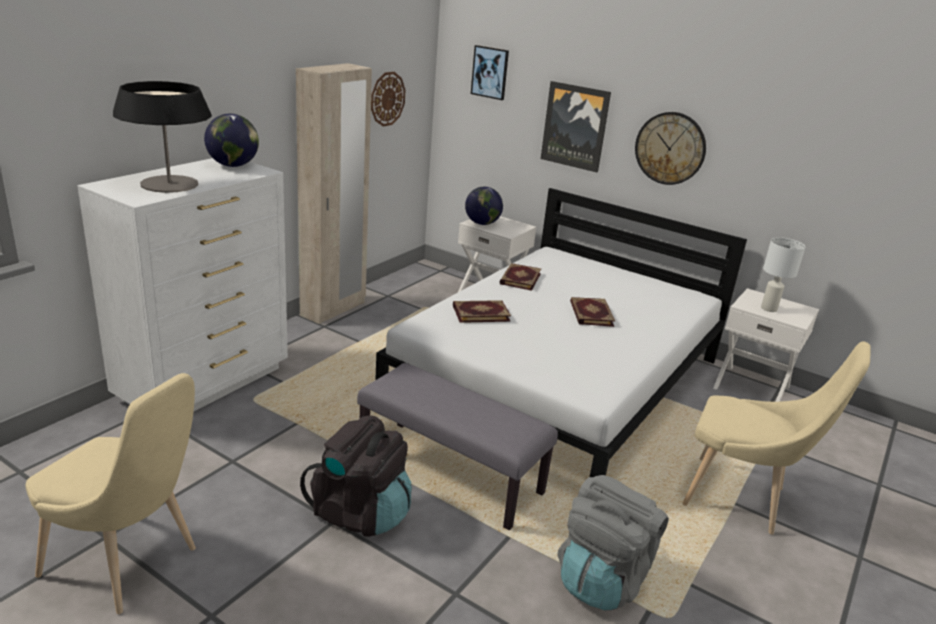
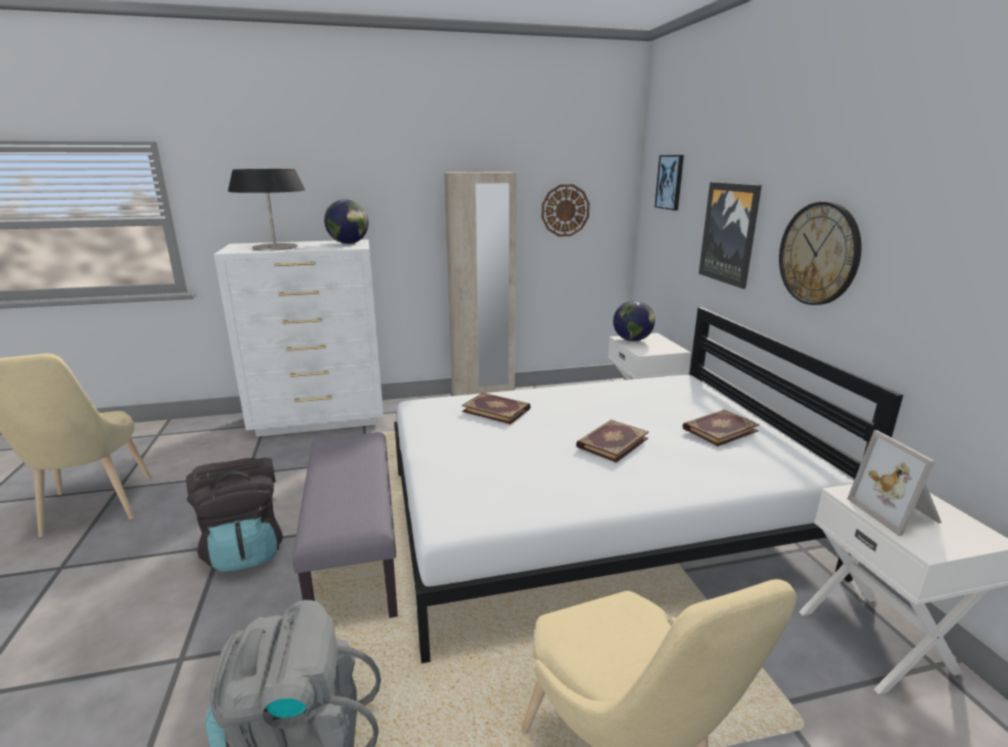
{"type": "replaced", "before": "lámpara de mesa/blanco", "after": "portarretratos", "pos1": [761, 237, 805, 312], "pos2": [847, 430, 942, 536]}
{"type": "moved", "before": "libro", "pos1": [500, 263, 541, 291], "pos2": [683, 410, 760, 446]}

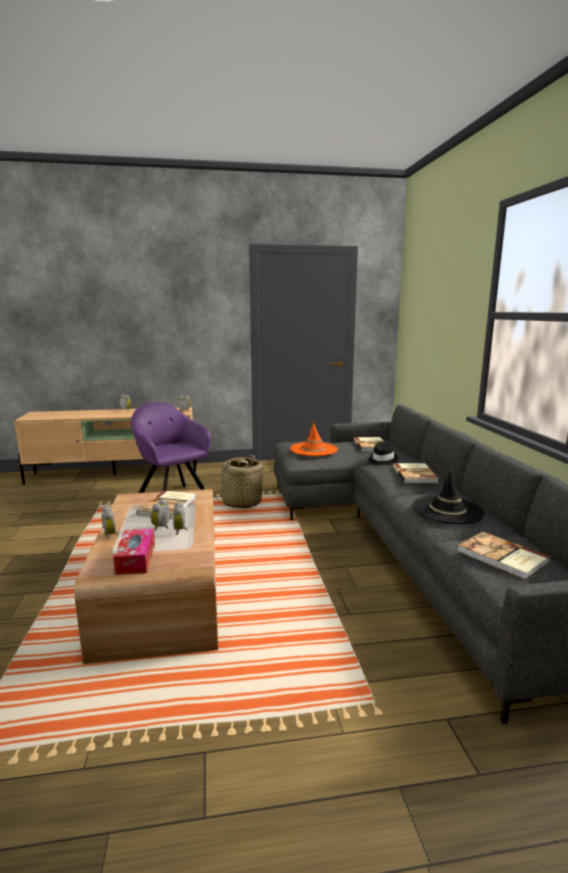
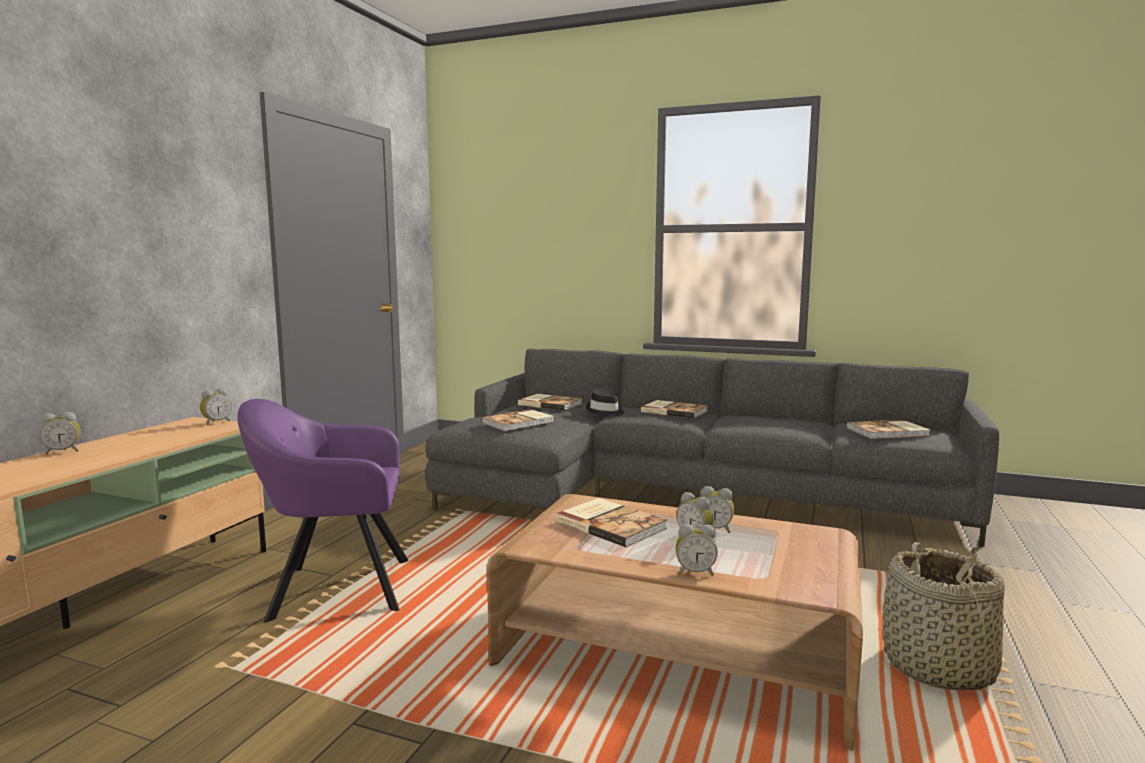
{"type": "replaced", "before": "sombrero/naranja", "after": "libro", "pos1": [290, 422, 338, 456], "pos2": [481, 409, 554, 431]}
{"type": "moved", "before": "cesta", "pos1": [214, 455, 264, 508], "pos2": [883, 542, 1005, 691]}
{"type": "removed", "before": "sombrero/negro", "pos1": [413, 471, 485, 524]}
{"type": "removed", "before": "caja de pañuelos", "pos1": [113, 529, 155, 575]}

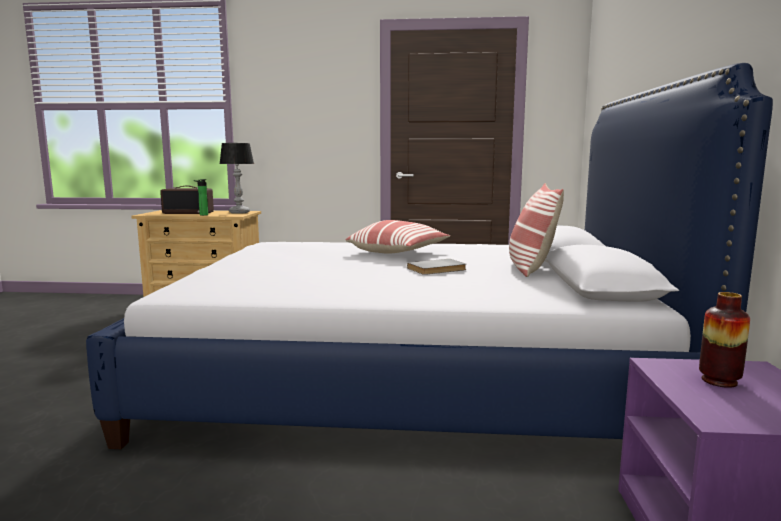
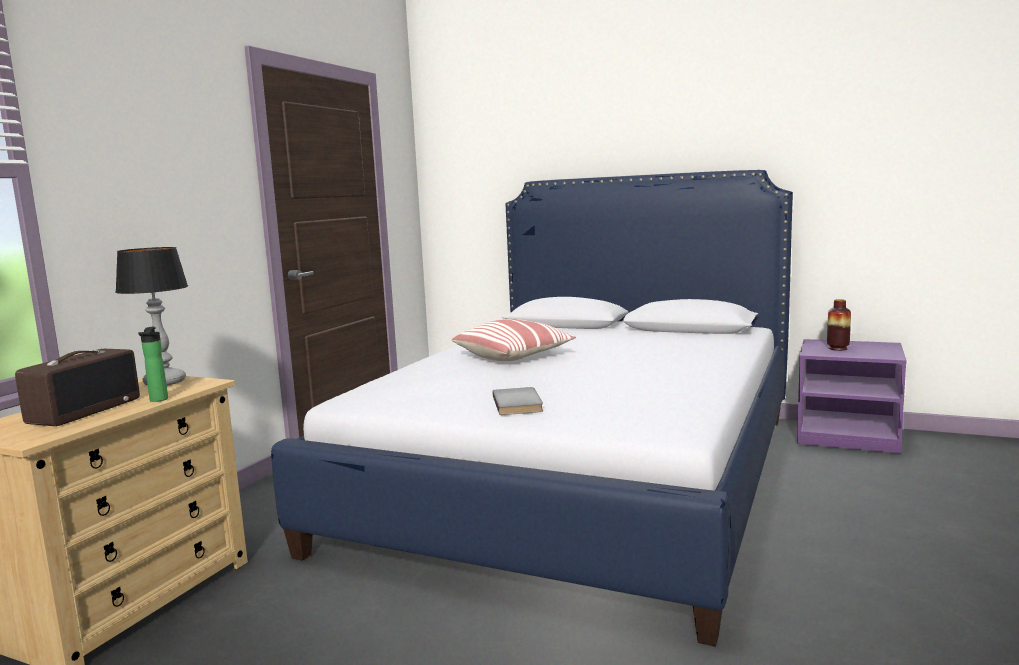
{"type": "removed", "before": "cojín", "pos1": [509, 183, 564, 277]}
{"type": "moved", "before": "libro/gris", "pos1": [407, 259, 466, 275], "pos2": [493, 387, 543, 415]}

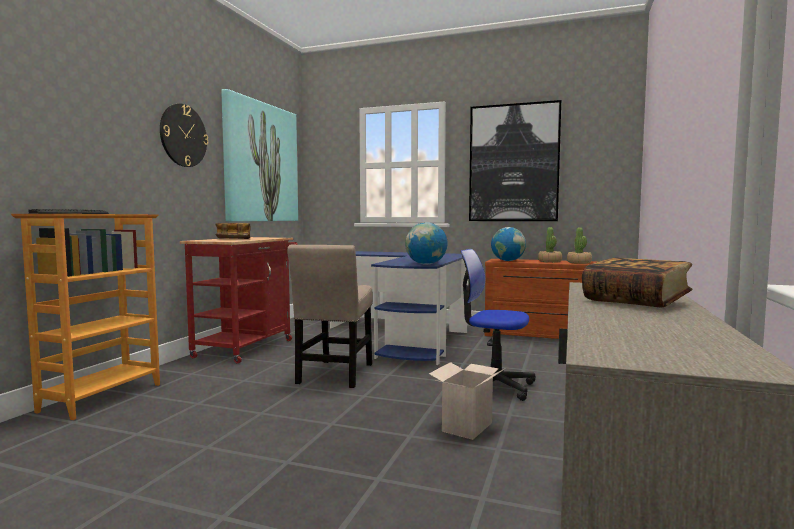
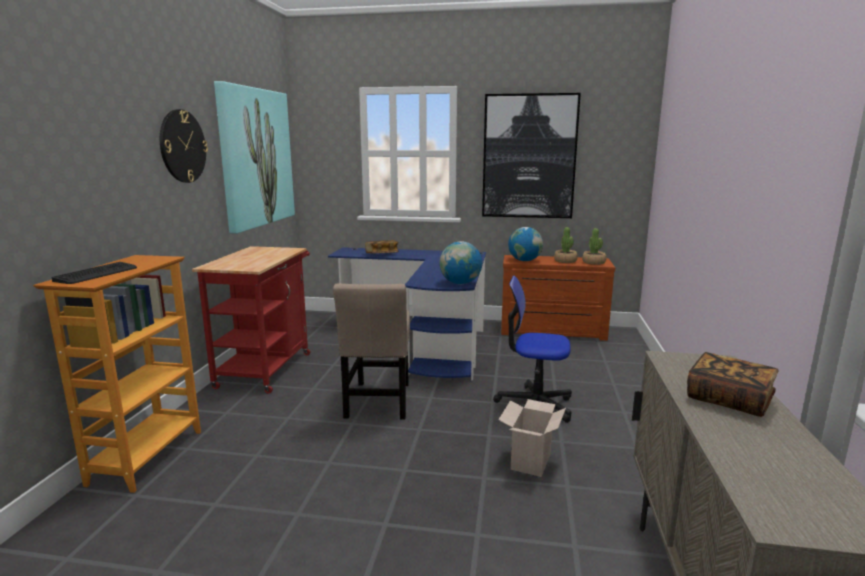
{"type": "moved", "before": "libro", "pos1": [215, 223, 251, 239], "pos2": [365, 240, 399, 253]}

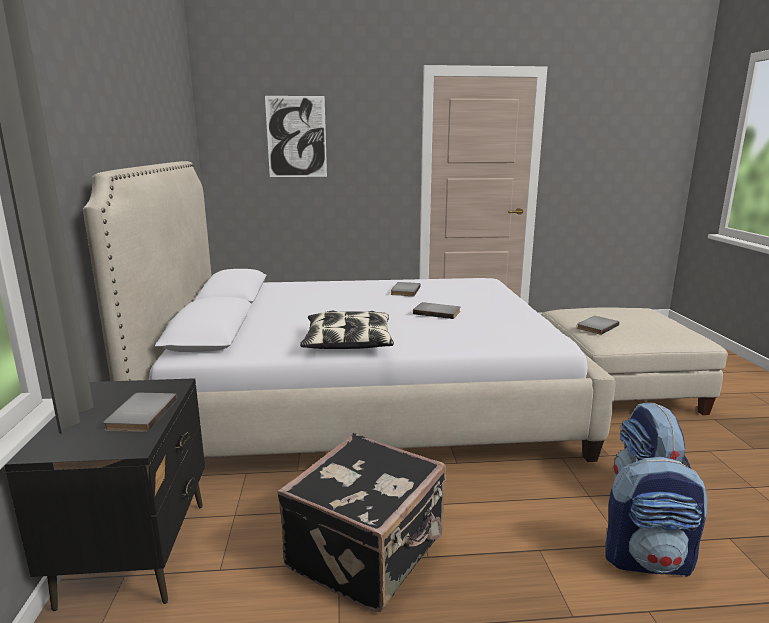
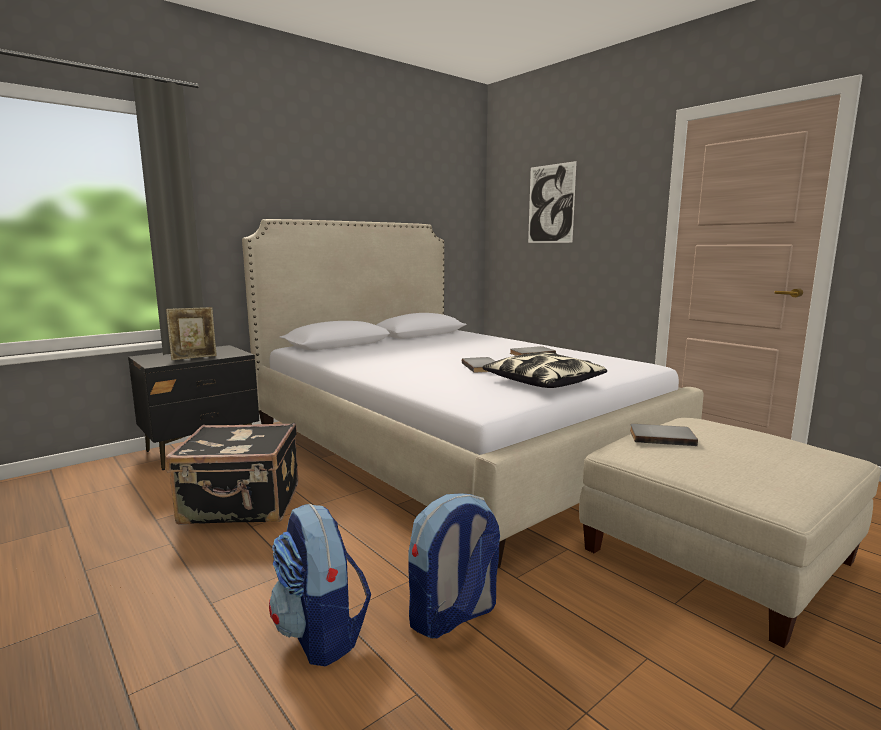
{"type": "moved", "before": "cojín", "pos1": [300, 311, 394, 349], "pos2": [483, 352, 607, 388]}
{"type": "replaced", "before": "libro/gris", "after": "portarretratos", "pos1": [103, 393, 177, 432], "pos2": [166, 307, 217, 360]}

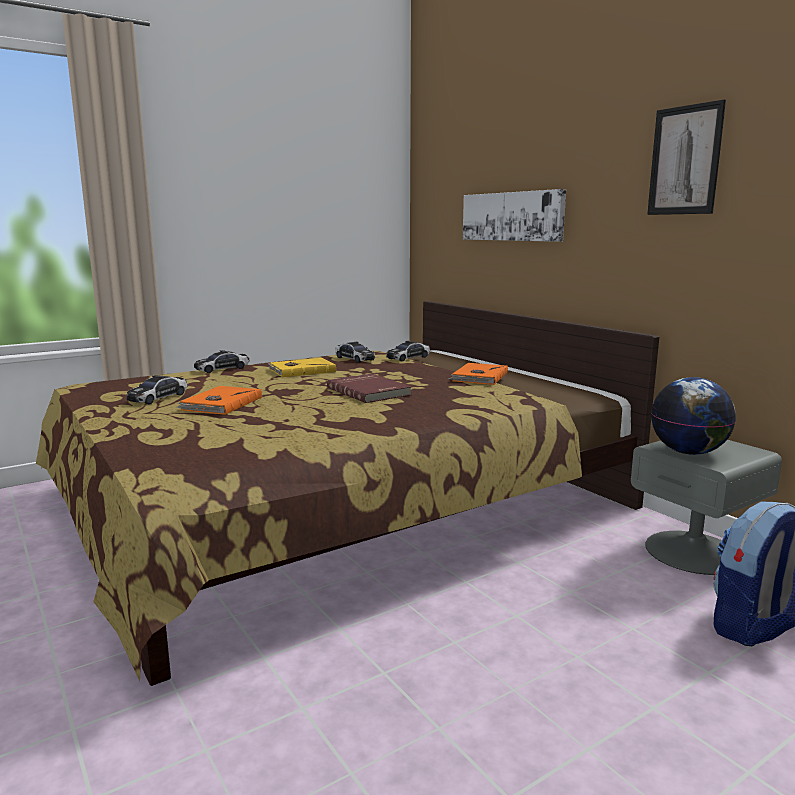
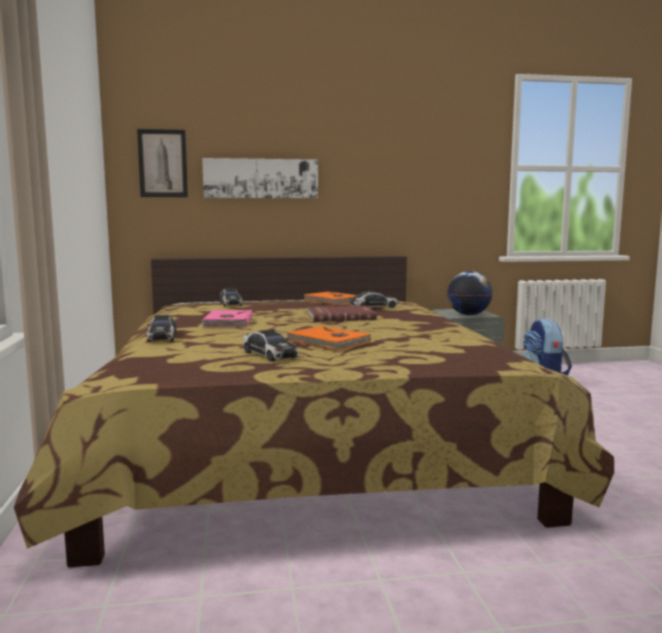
{"type": "moved", "before": "cuadro", "pos1": [647, 99, 726, 215], "pos2": [137, 129, 188, 197]}
{"type": "moved", "before": "coche de juguete", "pos1": [335, 342, 375, 363], "pos2": [350, 291, 398, 308]}
{"type": "recoloured", "before": "libro/amarillo", "after": "libro/rosa", "pos1": [268, 358, 336, 377], "pos2": [199, 310, 253, 327]}

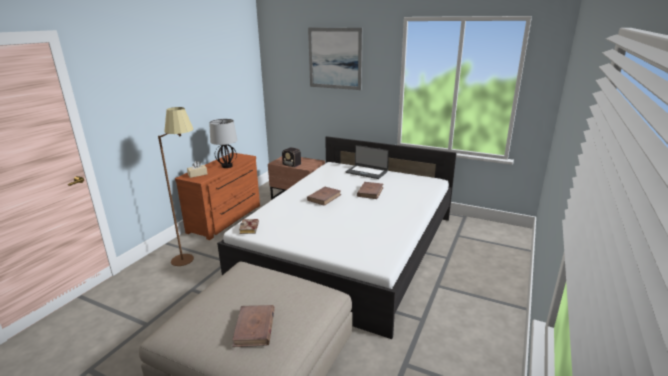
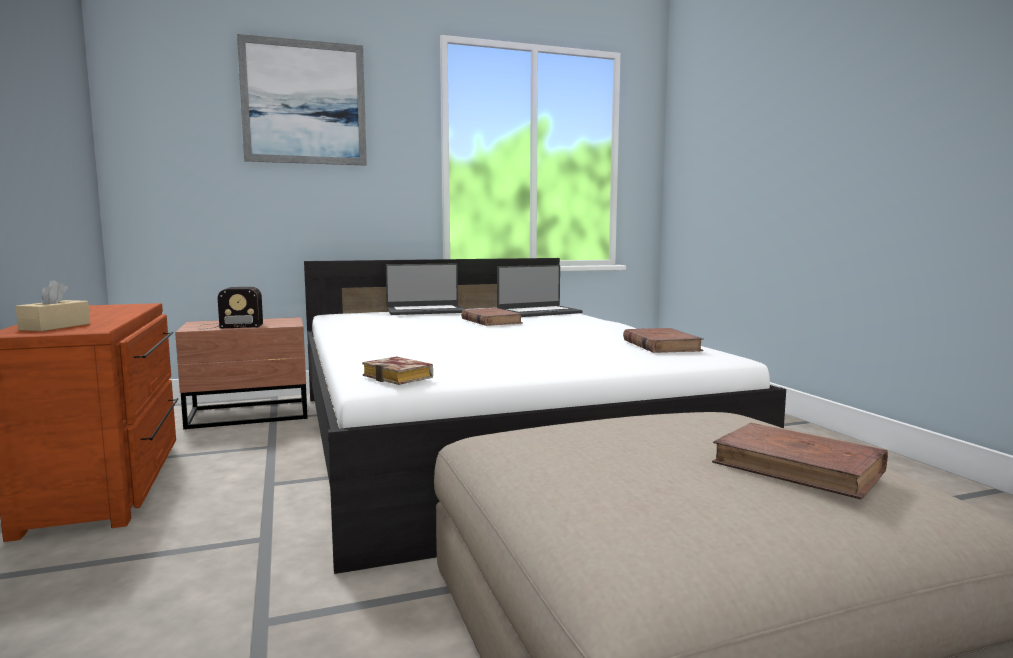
{"type": "removed", "before": "lámpara de pie/marrón", "pos1": [158, 107, 194, 266]}
{"type": "removed", "before": "lámpara de mesa", "pos1": [209, 119, 237, 168]}
{"type": "moved", "before": "libro/marrón", "pos1": [307, 187, 342, 206], "pos2": [623, 328, 704, 353]}
{"type": "added", "after": "portátil", "pos2": [497, 265, 583, 317]}

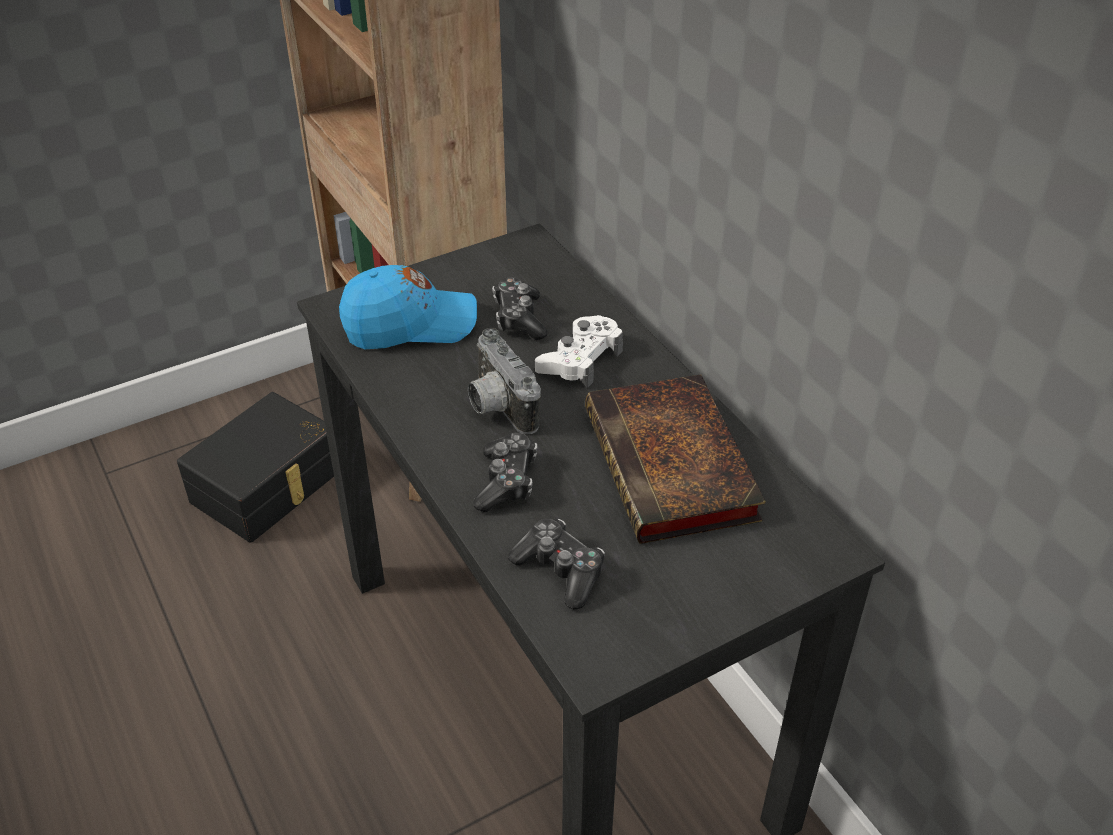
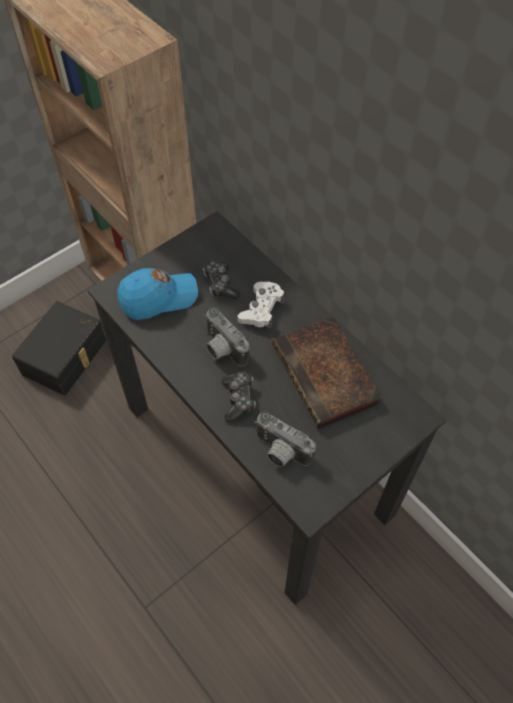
{"type": "replaced", "before": "mando de consola", "after": "cámara", "pos1": [508, 519, 605, 610], "pos2": [255, 412, 316, 467]}

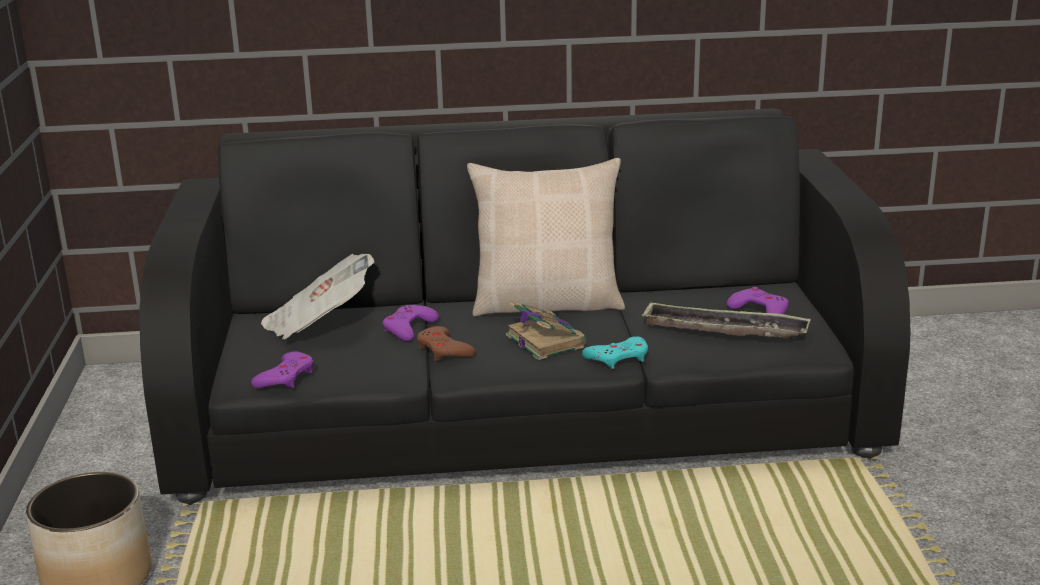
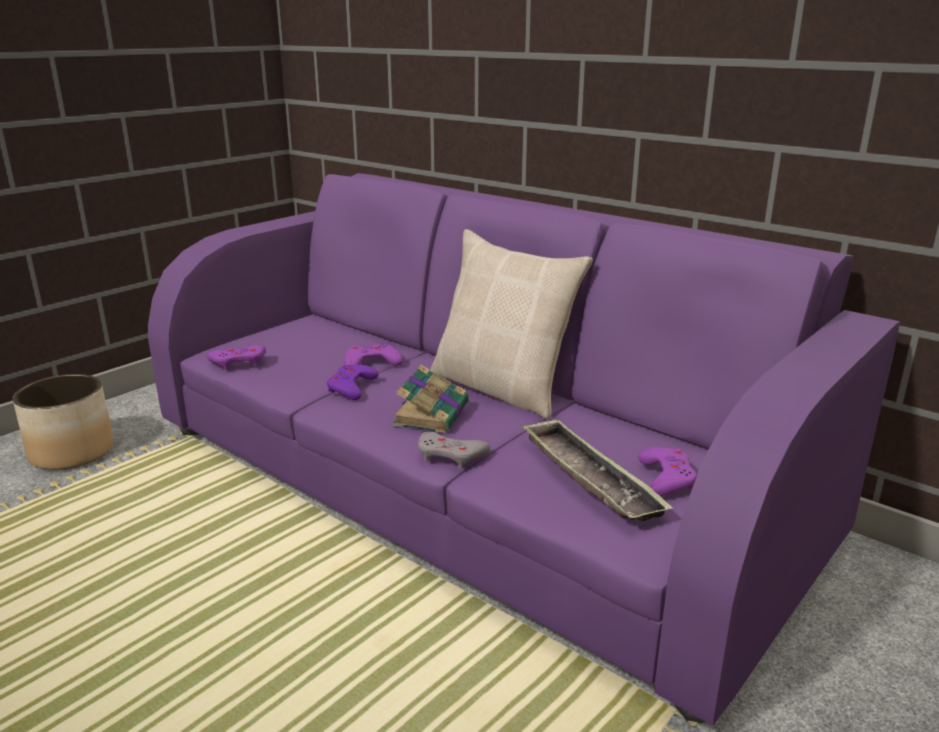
{"type": "recoloured", "before": "sofá/negro", "after": "sofá/morado", "pos1": [139, 109, 911, 505], "pos2": [148, 173, 900, 726]}
{"type": "removed", "before": "periódico", "pos1": [261, 254, 374, 339]}
{"type": "recoloured", "before": "mando de consola/marrón", "after": "mando de consola/morado", "pos1": [417, 326, 475, 361], "pos2": [327, 365, 379, 400]}
{"type": "recoloured", "before": "mando de consola/turquesa", "after": "mando de consola/gris", "pos1": [582, 336, 648, 369], "pos2": [418, 431, 490, 468]}

